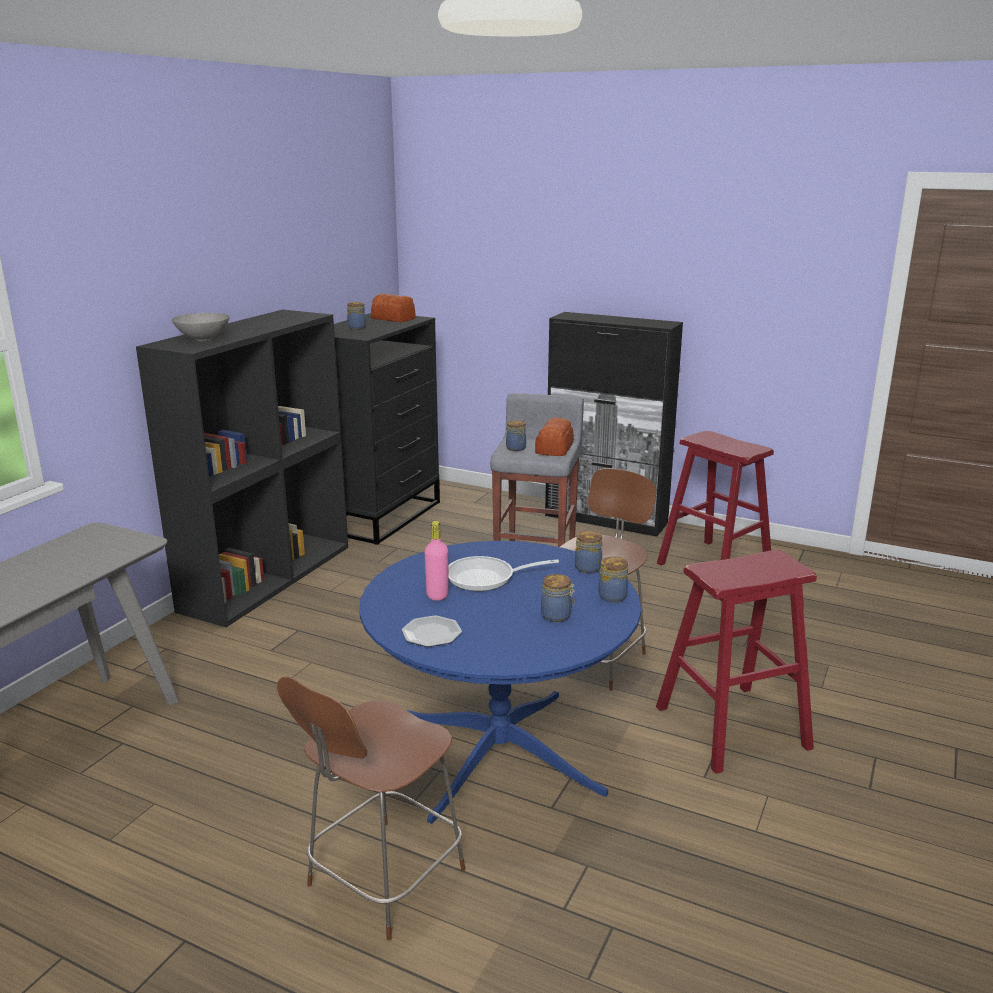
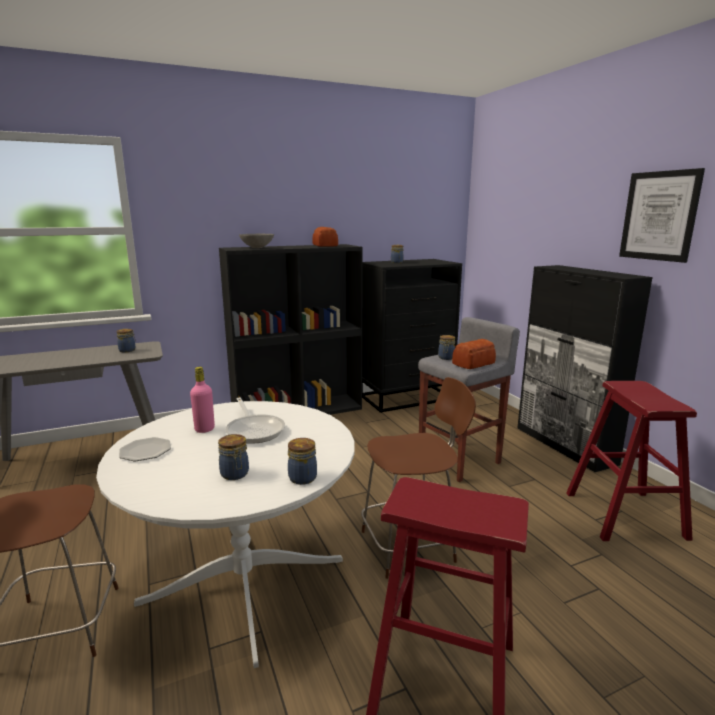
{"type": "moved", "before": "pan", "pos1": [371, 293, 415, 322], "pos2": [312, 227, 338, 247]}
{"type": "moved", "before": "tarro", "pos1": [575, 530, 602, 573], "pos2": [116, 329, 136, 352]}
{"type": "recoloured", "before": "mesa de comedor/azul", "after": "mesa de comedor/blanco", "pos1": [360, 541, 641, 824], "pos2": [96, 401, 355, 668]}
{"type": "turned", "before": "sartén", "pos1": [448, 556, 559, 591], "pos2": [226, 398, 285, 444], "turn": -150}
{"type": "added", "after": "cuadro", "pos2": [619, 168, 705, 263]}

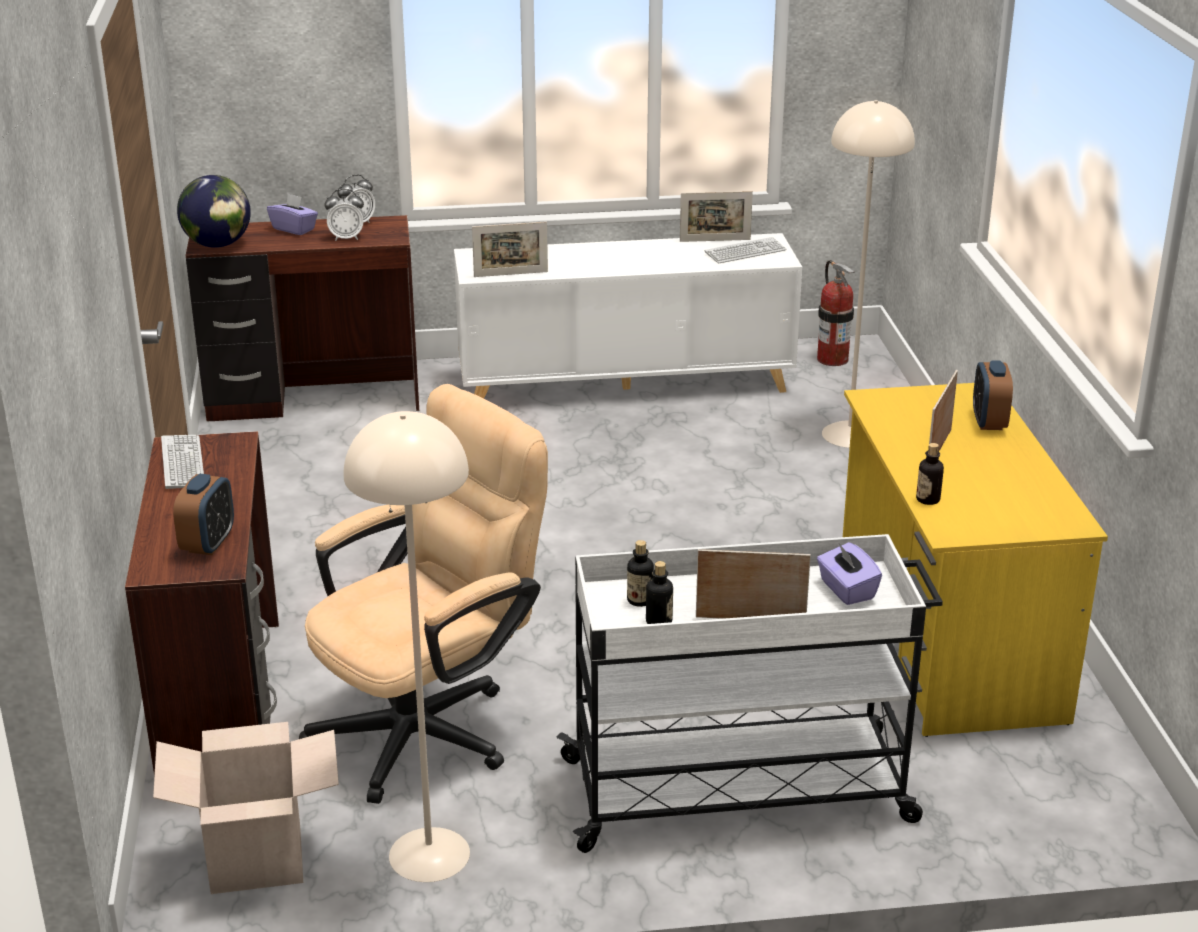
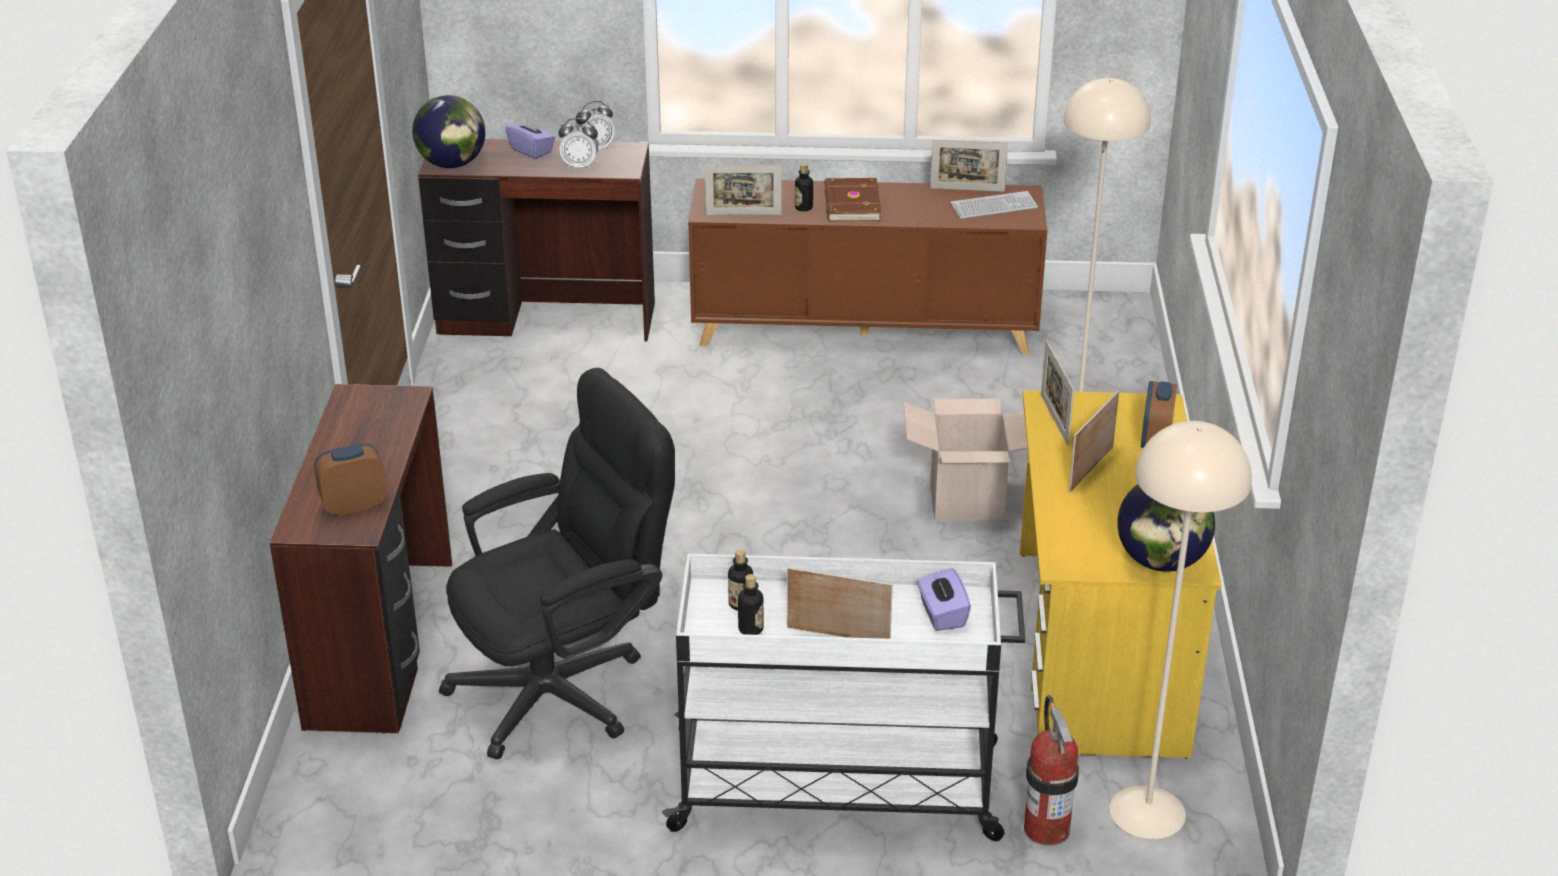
{"type": "recoloured", "before": "armario/blanco", "after": "armario/marrón", "pos1": [454, 233, 802, 398], "pos2": [688, 178, 1047, 354]}
{"type": "moved", "before": "extintor", "pos1": [817, 260, 854, 366], "pos2": [1024, 695, 1079, 845]}
{"type": "recoloured", "before": "silla de oficina/beis", "after": "silla de oficina/negro", "pos1": [299, 384, 548, 804], "pos2": [439, 368, 675, 759]}
{"type": "moved", "before": "lámpara de pie/beis", "pos1": [344, 411, 470, 882], "pos2": [1109, 421, 1252, 839]}
{"type": "removed", "before": "teclado", "pos1": [161, 435, 204, 489]}
{"type": "moved", "before": "botella", "pos1": [916, 443, 944, 505], "pos2": [795, 163, 813, 211]}
{"type": "turned", "before": "despertador", "pos1": [173, 474, 234, 555], "pos2": [314, 443, 387, 516], "turn": -135}
{"type": "moved", "before": "caja de cartón", "pos1": [153, 722, 339, 894], "pos2": [903, 399, 1027, 521]}
{"type": "added", "after": "libro/marrón", "pos2": [825, 178, 881, 222]}
{"type": "added", "after": "portarretratos", "pos2": [1041, 340, 1074, 446]}
{"type": "added", "after": "globo terráqueo", "pos2": [1117, 484, 1215, 572]}

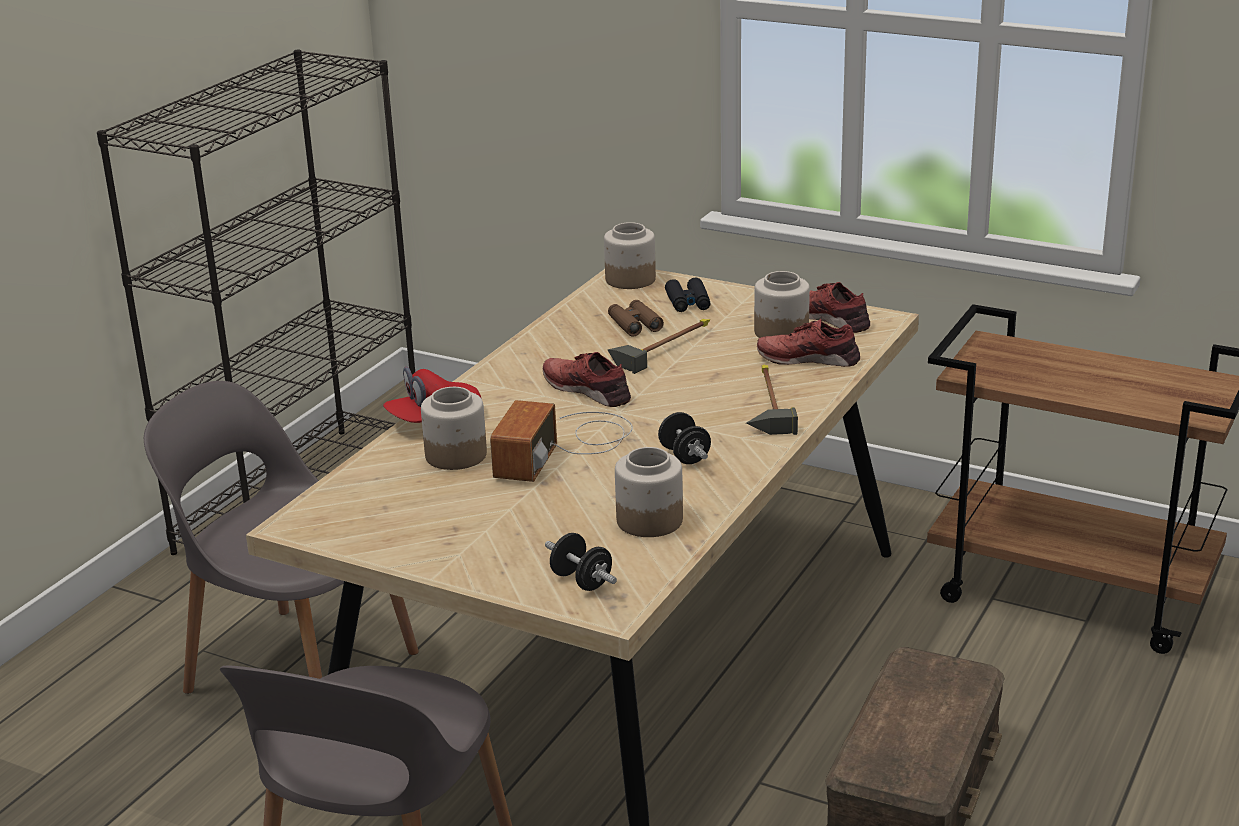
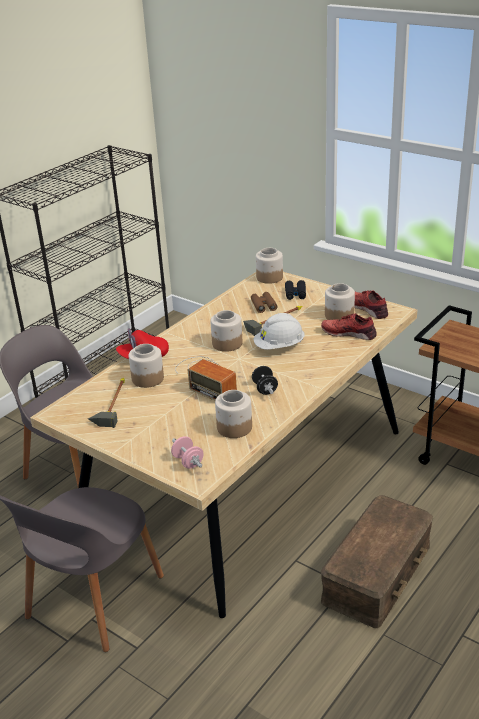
{"type": "replaced", "before": "zapato/rojo", "after": "tarro", "pos1": [543, 352, 631, 407], "pos2": [210, 310, 242, 352]}
{"type": "moved", "before": "martillo", "pos1": [746, 365, 798, 435], "pos2": [88, 378, 125, 428]}
{"type": "turned", "before": "radio", "pos1": [490, 400, 633, 482], "pos2": [175, 356, 237, 401], "turn": -75}
{"type": "recoloured", "before": "mancuerna/negro", "after": "mancuerna/rosa", "pos1": [545, 533, 617, 591], "pos2": [171, 436, 204, 469]}
{"type": "added", "after": "casco/blanco", "pos2": [254, 313, 305, 350]}

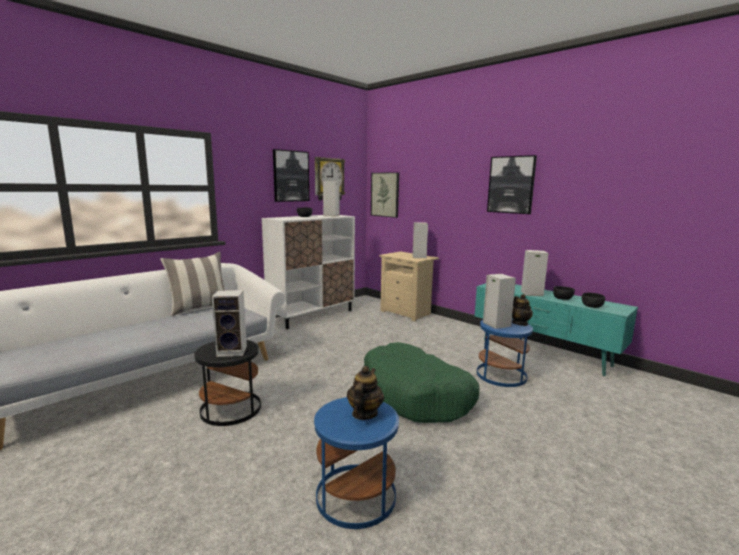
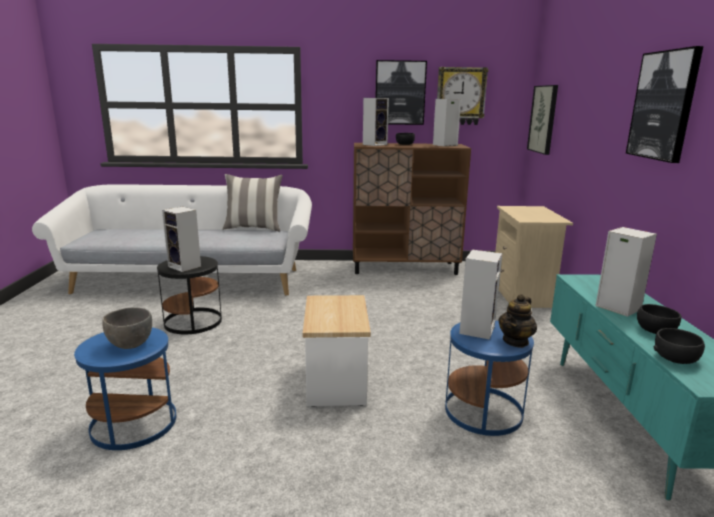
{"type": "recoloured", "before": "armario/blanco", "after": "armario/marrón", "pos1": [262, 215, 355, 329], "pos2": [353, 143, 471, 275]}
{"type": "moved", "before": "altavoz", "pos1": [413, 222, 428, 258], "pos2": [363, 98, 389, 146]}
{"type": "replaced", "before": "cama para perro/verde", "after": "mesa auxiliar", "pos1": [364, 342, 480, 423], "pos2": [303, 295, 371, 407]}
{"type": "replaced", "before": "tetera", "after": "cuenco/gris", "pos1": [347, 366, 384, 420], "pos2": [102, 307, 152, 349]}

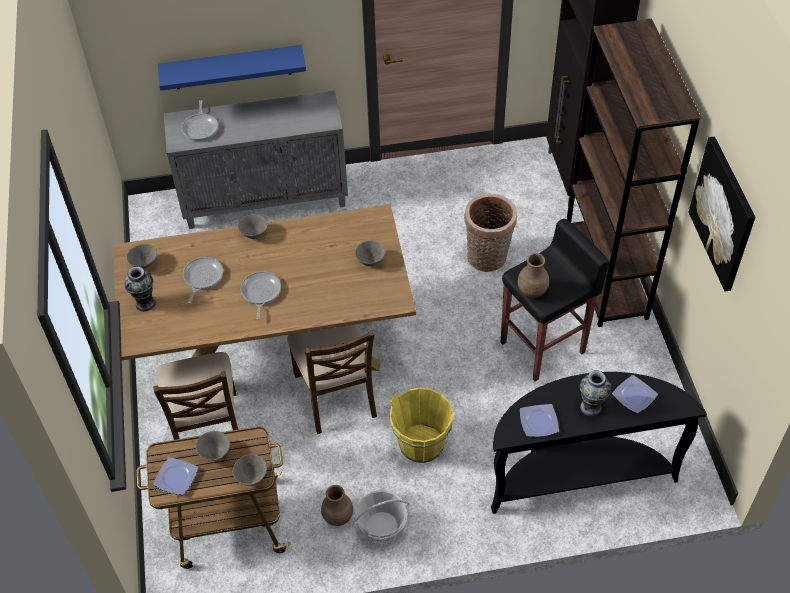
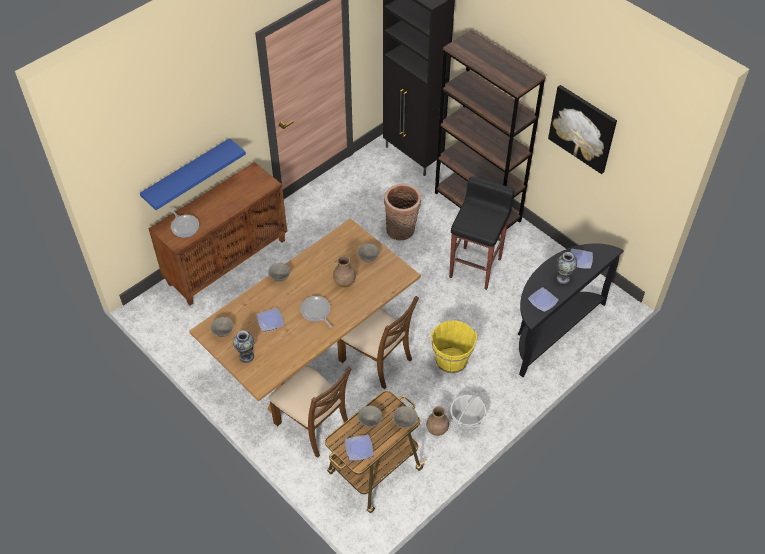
{"type": "recoloured", "before": "armario/gris", "after": "armario/marrón", "pos1": [164, 90, 348, 229], "pos2": [149, 162, 287, 306]}
{"type": "moved", "before": "florero/marrón", "pos1": [517, 253, 549, 298], "pos2": [333, 255, 356, 287]}
{"type": "replaced", "before": "sartén", "after": "plato", "pos1": [183, 257, 223, 303], "pos2": [256, 308, 284, 331]}

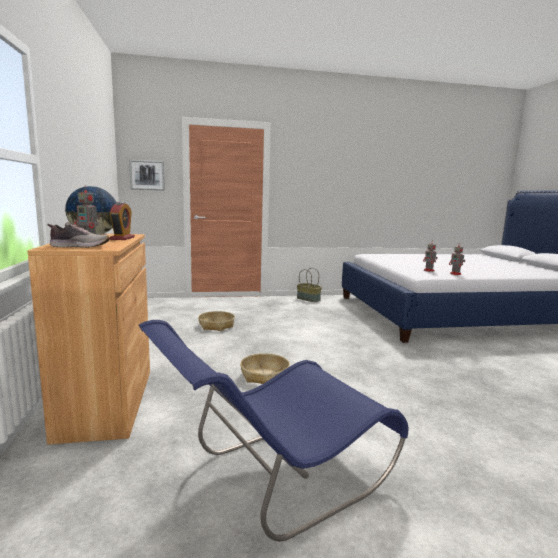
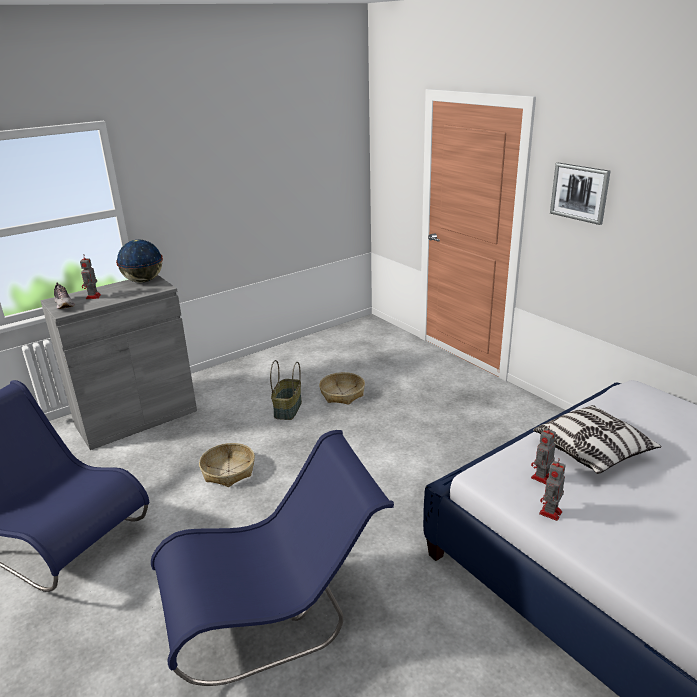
{"type": "moved", "before": "cuadro", "pos1": [129, 160, 165, 190], "pos2": [550, 163, 611, 225]}
{"type": "removed", "before": "despertador", "pos1": [109, 202, 135, 240]}
{"type": "recoloured", "before": "armario/marrón", "after": "armario/gris", "pos1": [27, 234, 150, 445], "pos2": [40, 275, 197, 450]}
{"type": "moved", "before": "cesta", "pos1": [297, 268, 322, 302], "pos2": [270, 360, 302, 420]}
{"type": "added", "after": "cojín", "pos2": [533, 405, 662, 474]}
{"type": "added", "after": "silla/azul", "pos2": [151, 430, 394, 686]}

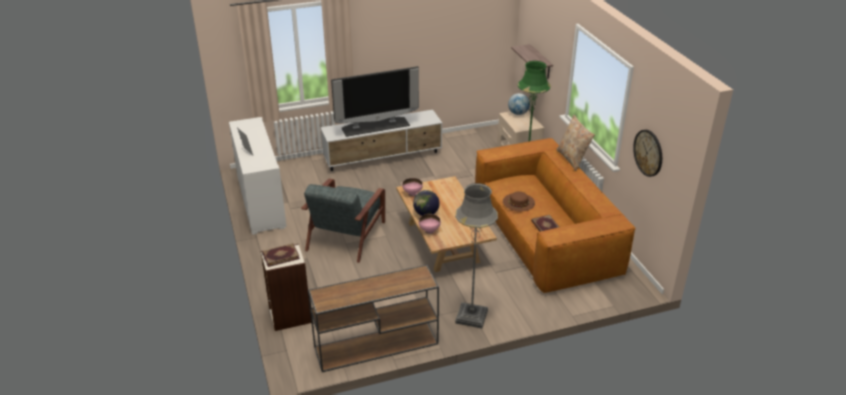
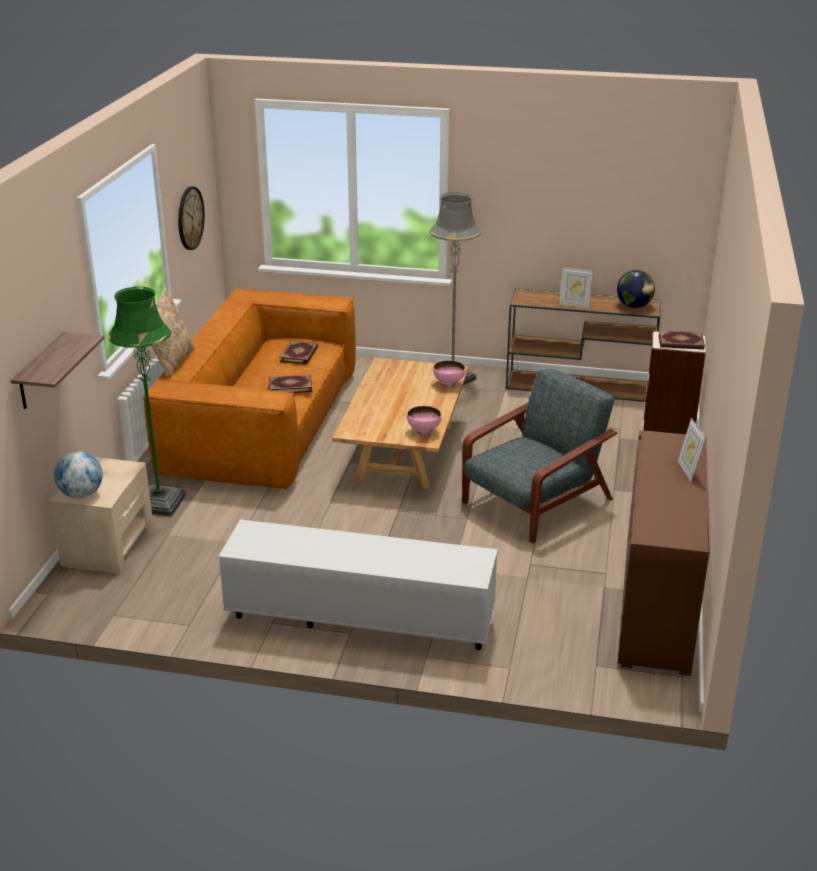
{"type": "removed", "before": "televisor", "pos1": [331, 66, 419, 137]}
{"type": "recoloured", "before": "armario/blanco", "after": "armario/marrón", "pos1": [229, 117, 287, 235], "pos2": [618, 430, 710, 676]}
{"type": "moved", "before": "globo terráqueo", "pos1": [413, 190, 440, 216], "pos2": [617, 270, 655, 308]}
{"type": "replaced", "before": "sombrero/marrón", "after": "libro", "pos1": [503, 192, 535, 211], "pos2": [269, 375, 312, 393]}
{"type": "added", "after": "portarretratos", "pos2": [559, 267, 593, 308]}

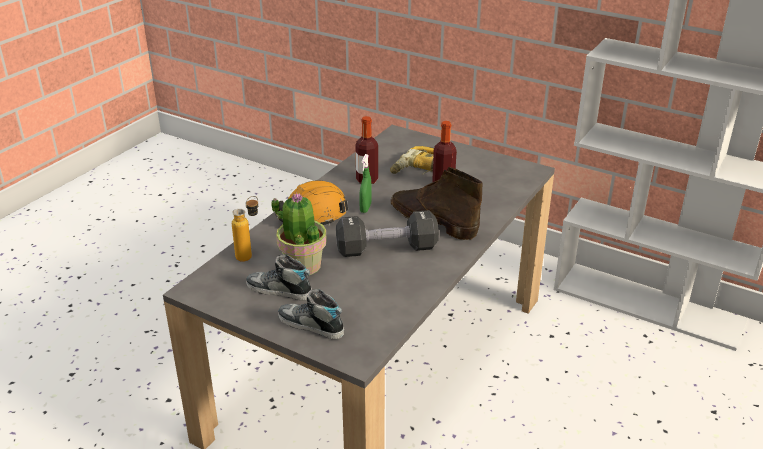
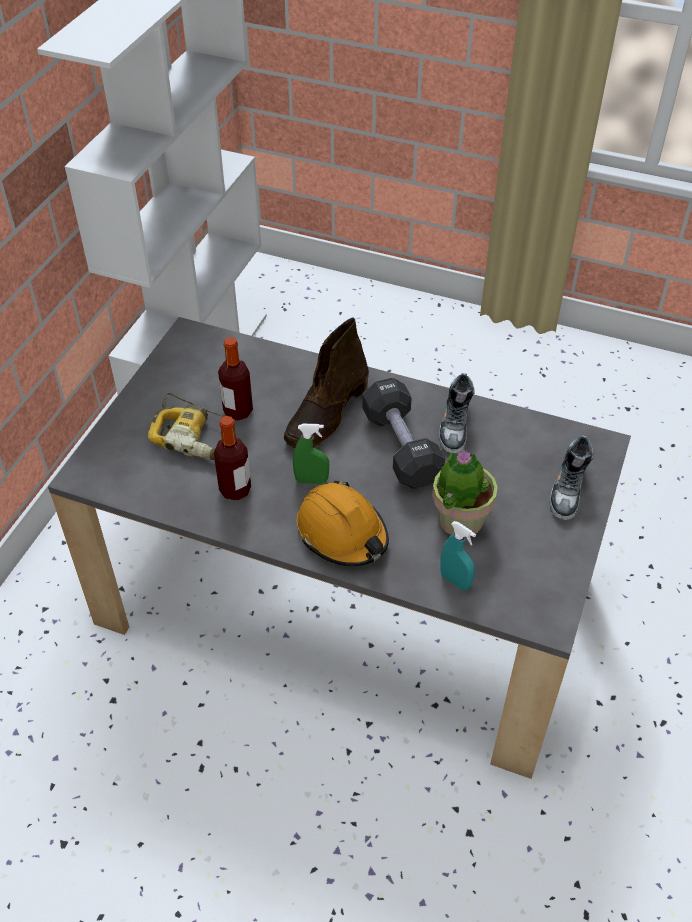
{"type": "replaced", "before": "botella", "after": "pulverizador/turquesa", "pos1": [232, 196, 258, 262], "pos2": [440, 521, 476, 590]}
{"type": "moved", "before": "zapato", "pos1": [246, 254, 312, 301], "pos2": [439, 373, 475, 453]}

